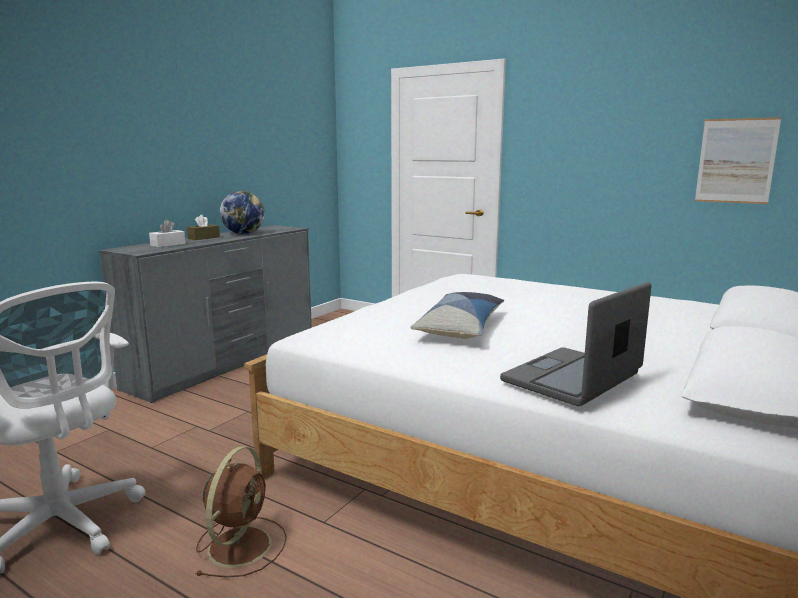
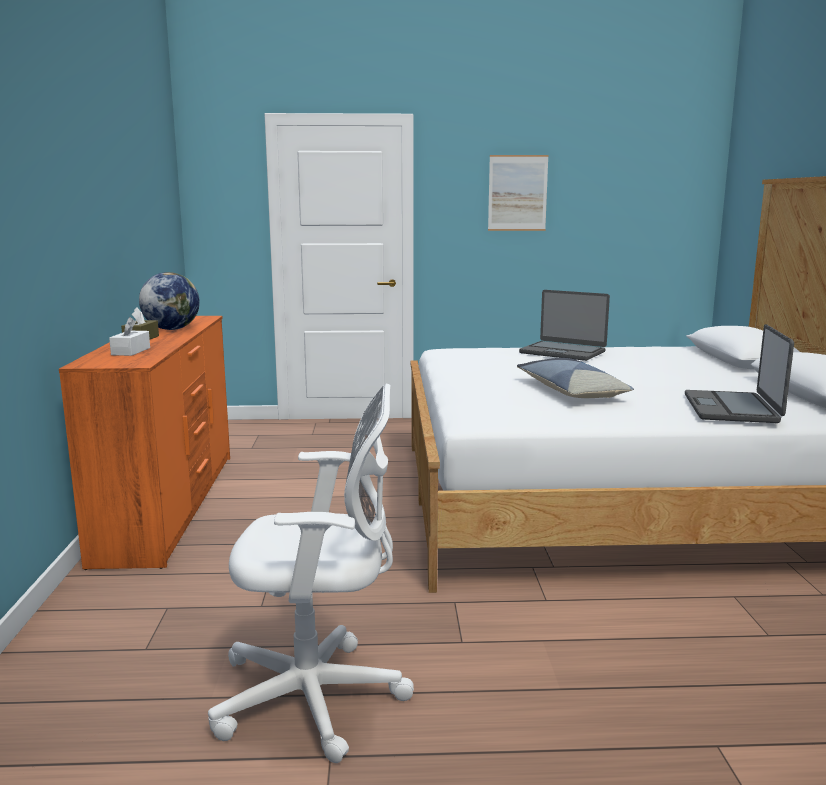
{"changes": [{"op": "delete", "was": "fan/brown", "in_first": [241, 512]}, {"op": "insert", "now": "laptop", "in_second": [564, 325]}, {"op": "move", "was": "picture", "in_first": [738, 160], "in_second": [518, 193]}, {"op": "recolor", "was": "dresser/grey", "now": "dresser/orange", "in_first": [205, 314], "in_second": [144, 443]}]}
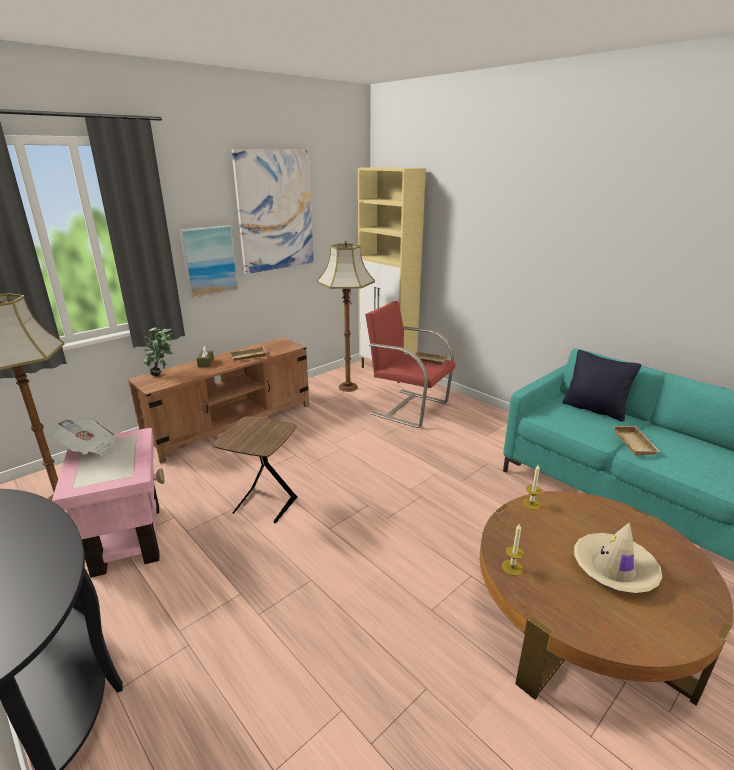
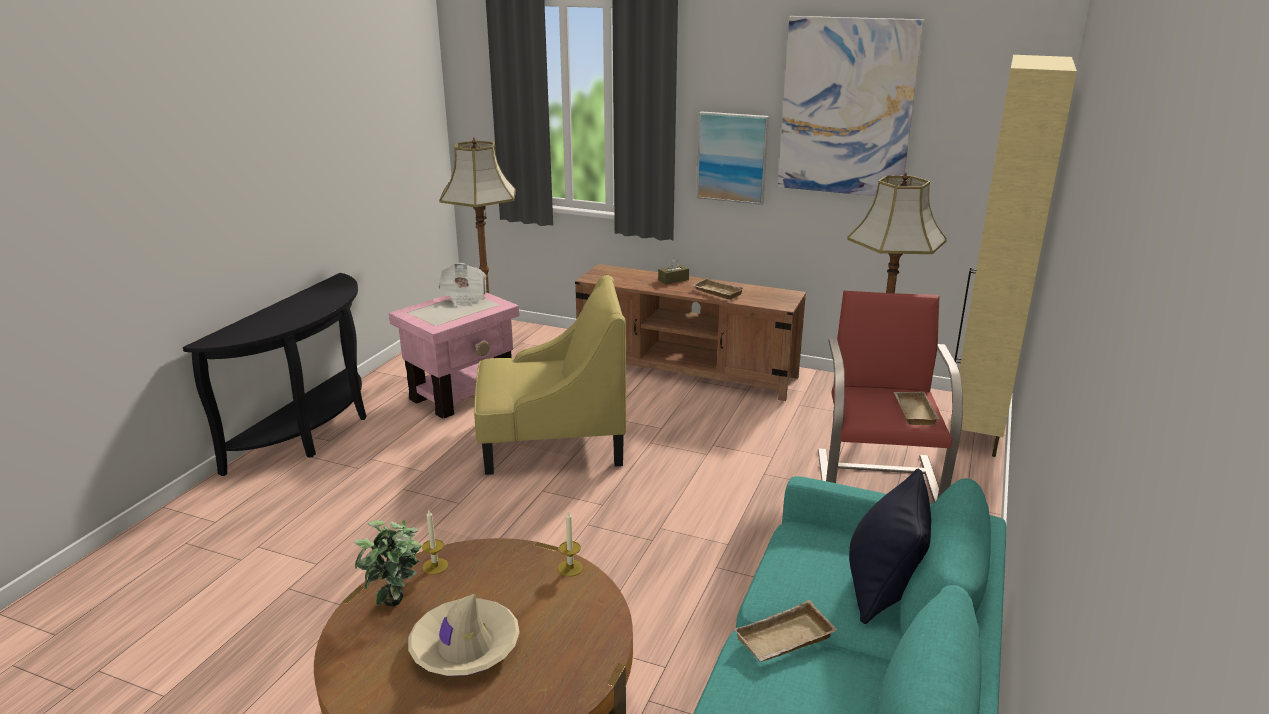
{"changes": [{"op": "move", "was": "potted plant", "in_first": [158, 351], "in_second": [387, 563]}, {"op": "replace", "was": "side table/brown", "now": "armchair/yellow", "in_first": [254, 469], "in_second": [550, 375]}]}
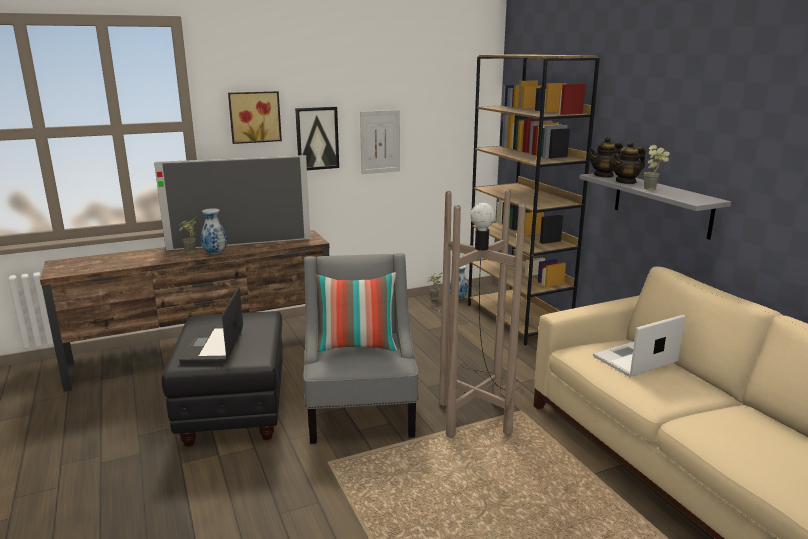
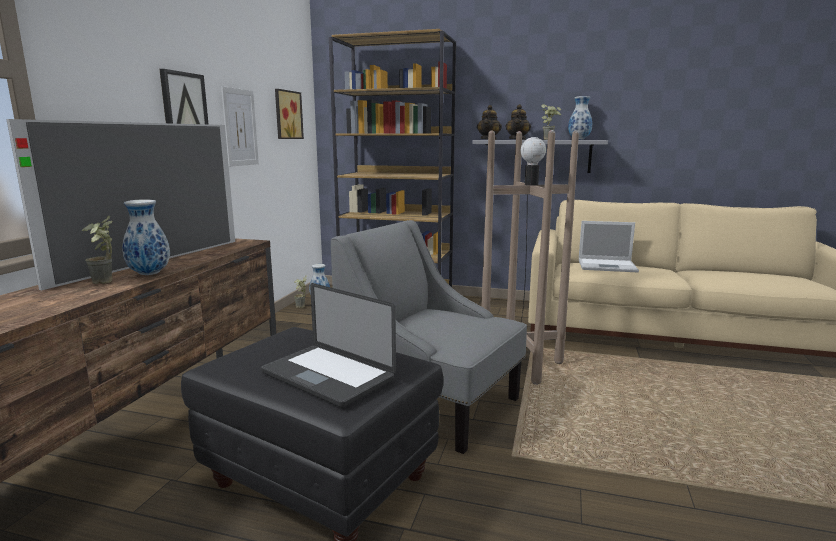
{"changes": [{"op": "delete", "was": "pillow", "in_first": [356, 312]}, {"op": "insert", "now": "vase", "in_second": [580, 118]}, {"op": "move", "was": "picture", "in_first": [255, 117], "in_second": [289, 114]}, {"op": "rotate", "was": "laptop", "in_first": [639, 346], "in_second": [609, 246], "clockwise": -90}]}
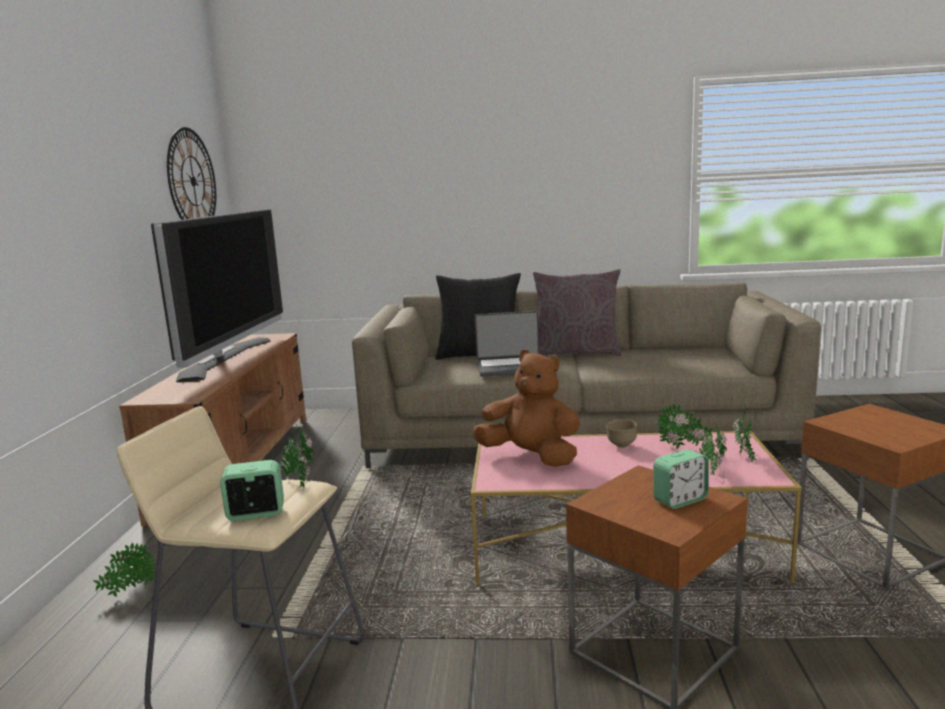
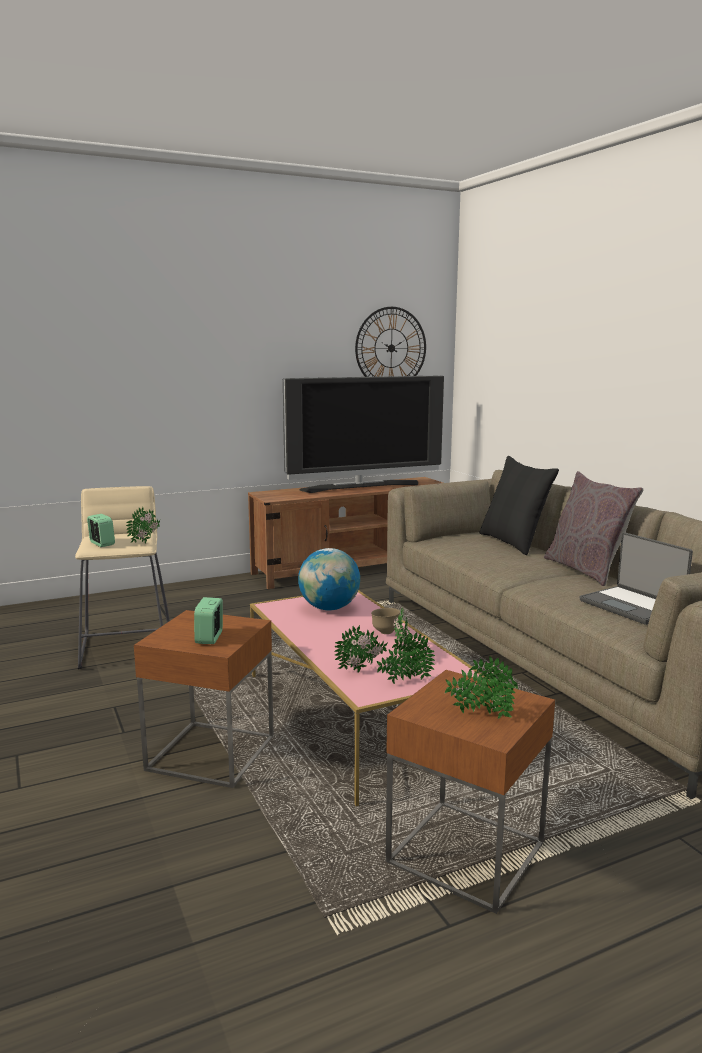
{"changes": [{"op": "move", "was": "potted plant", "in_first": [124, 570], "in_second": [481, 687]}, {"op": "move", "was": "laptop", "in_first": [507, 344], "in_second": [636, 578]}, {"op": "replace", "was": "plush toy/brown", "now": "globe", "in_first": [526, 408], "in_second": [329, 579]}, {"op": "rotate", "was": "alarm clock", "in_first": [681, 479], "in_second": [208, 620], "clockwise": 60}]}
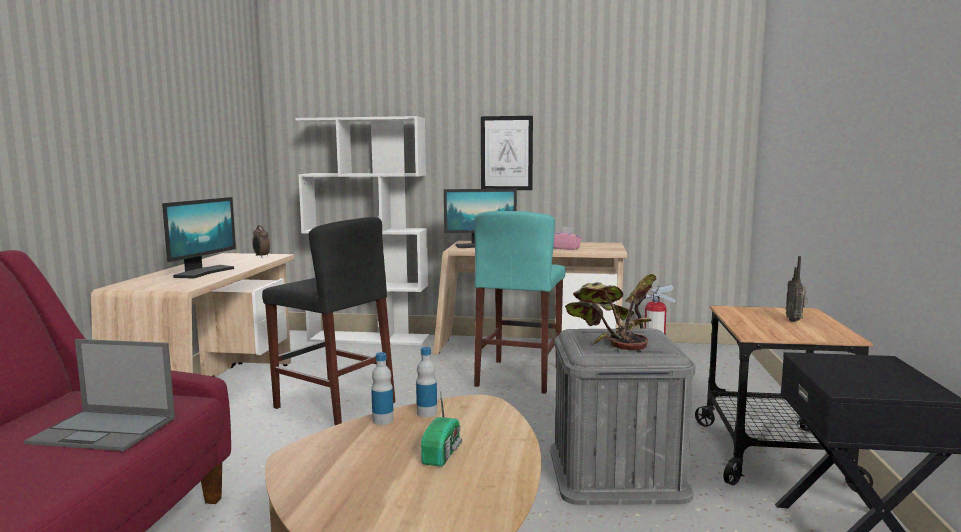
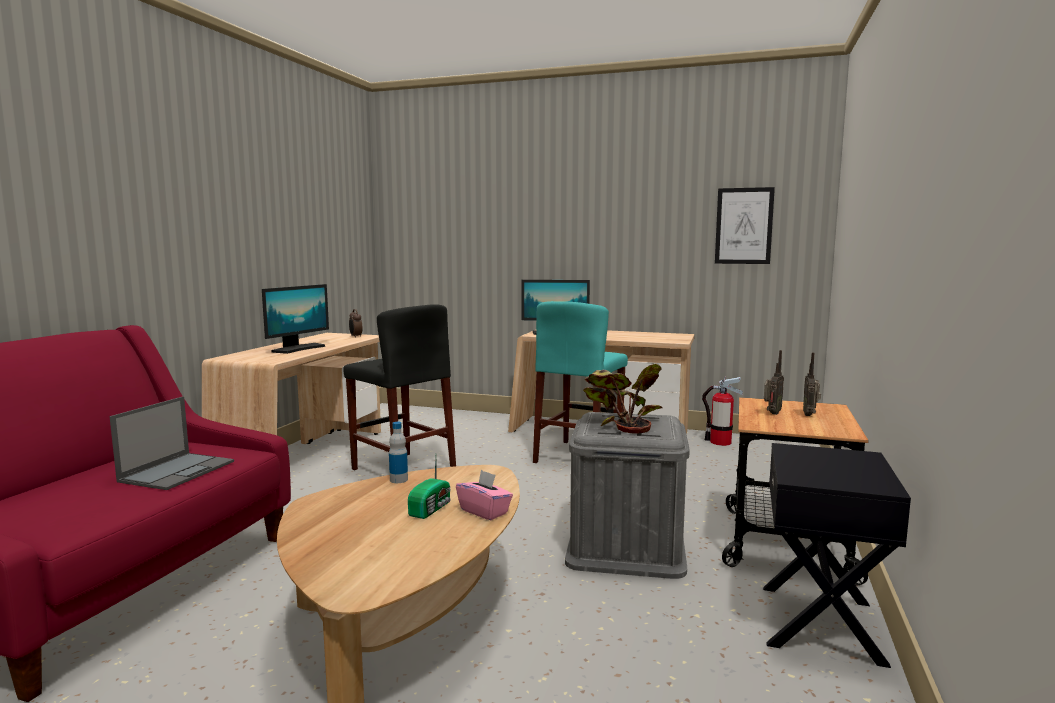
{"changes": [{"op": "delete", "was": "bookcase/white", "in_first": [362, 230]}, {"op": "delete", "was": "bottle", "in_first": [426, 382]}, {"op": "insert", "now": "radio", "in_second": [774, 382]}, {"op": "move", "was": "picture", "in_first": [507, 153], "in_second": [745, 225]}, {"op": "move", "was": "tissue box/pink", "in_first": [567, 238], "in_second": [484, 495]}, {"op": "rotate", "was": "laptop", "in_first": [99, 395], "in_second": [171, 443], "clockwise": -90}]}
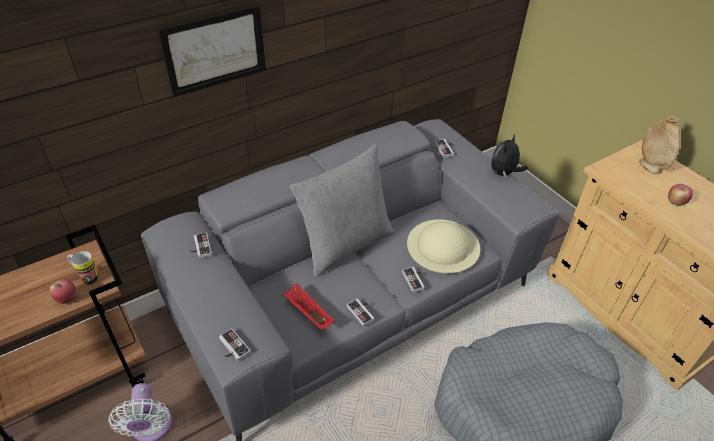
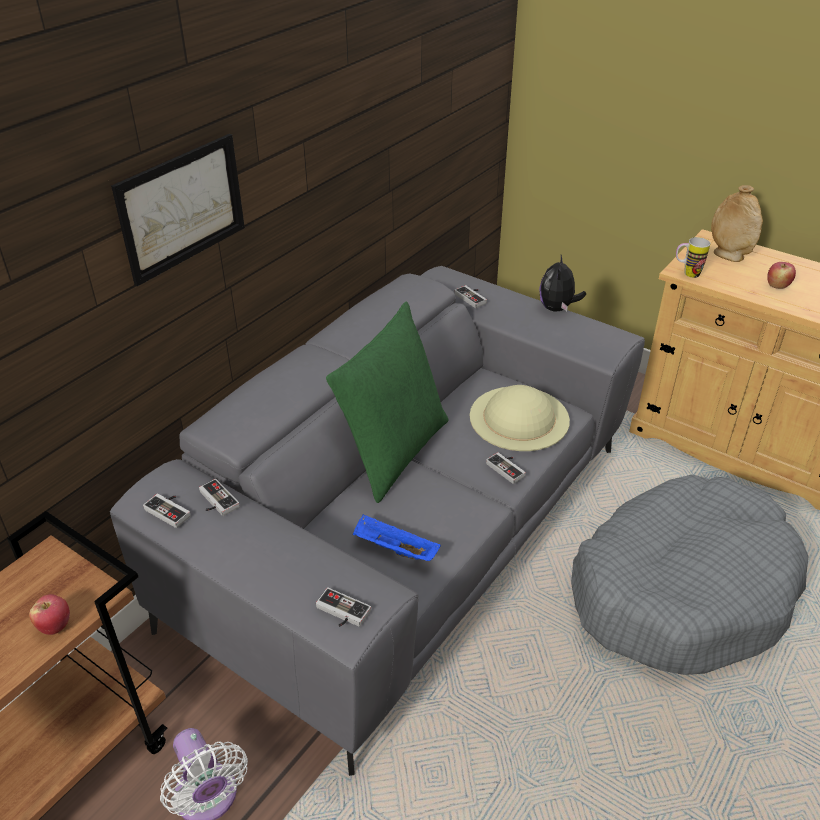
{"changes": [{"op": "move", "was": "mug", "in_first": [82, 268], "in_second": [693, 257]}, {"op": "move", "was": "game controller", "in_first": [360, 313], "in_second": [167, 511]}, {"op": "recolor", "was": "tray/red", "now": "tray/blue", "in_first": [309, 306], "in_second": [397, 537]}, {"op": "recolor", "was": "pillow/grey", "now": "pillow/green", "in_first": [342, 210], "in_second": [387, 402]}]}
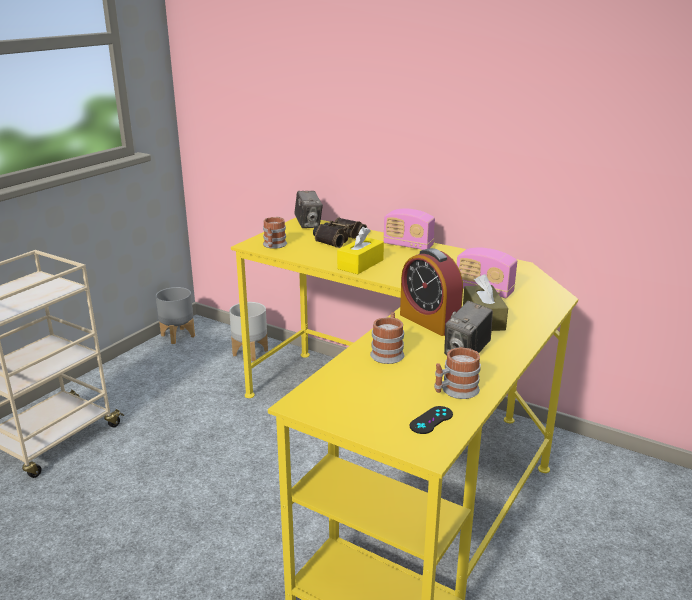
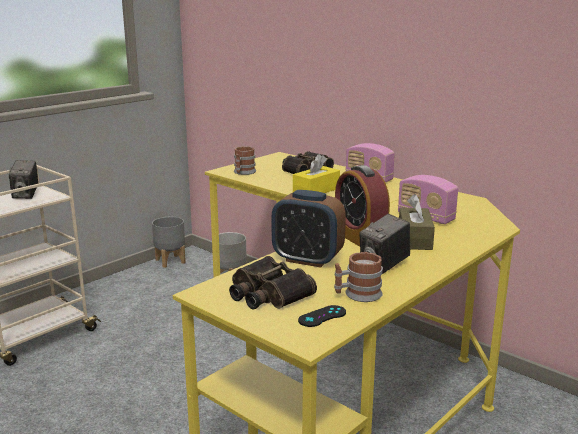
{"changes": [{"op": "insert", "now": "binoculars", "in_second": [273, 282]}, {"op": "move", "was": "photo camera", "in_first": [308, 209], "in_second": [23, 179]}, {"op": "replace", "was": "mug", "now": "alarm clock", "in_first": [387, 338], "in_second": [308, 229]}]}
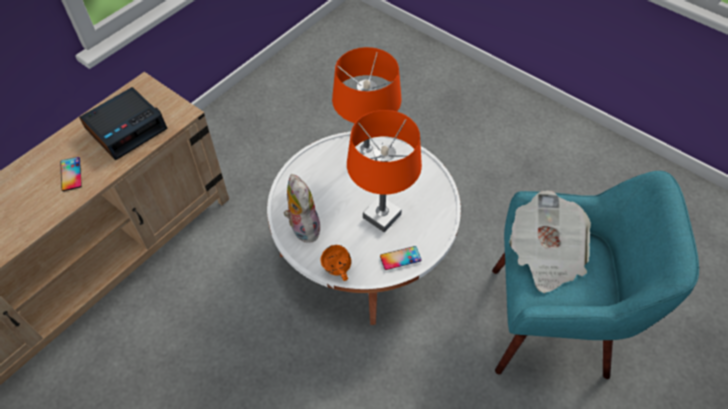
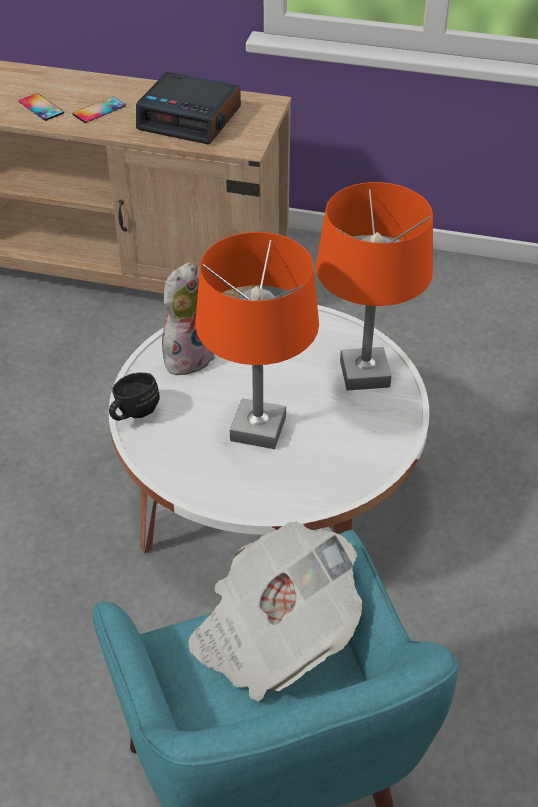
{"changes": [{"op": "move", "was": "phone", "in_first": [400, 258], "in_second": [41, 107]}, {"op": "recolor", "was": "mug/orange", "now": "mug/black", "in_first": [335, 263], "in_second": [134, 397]}]}
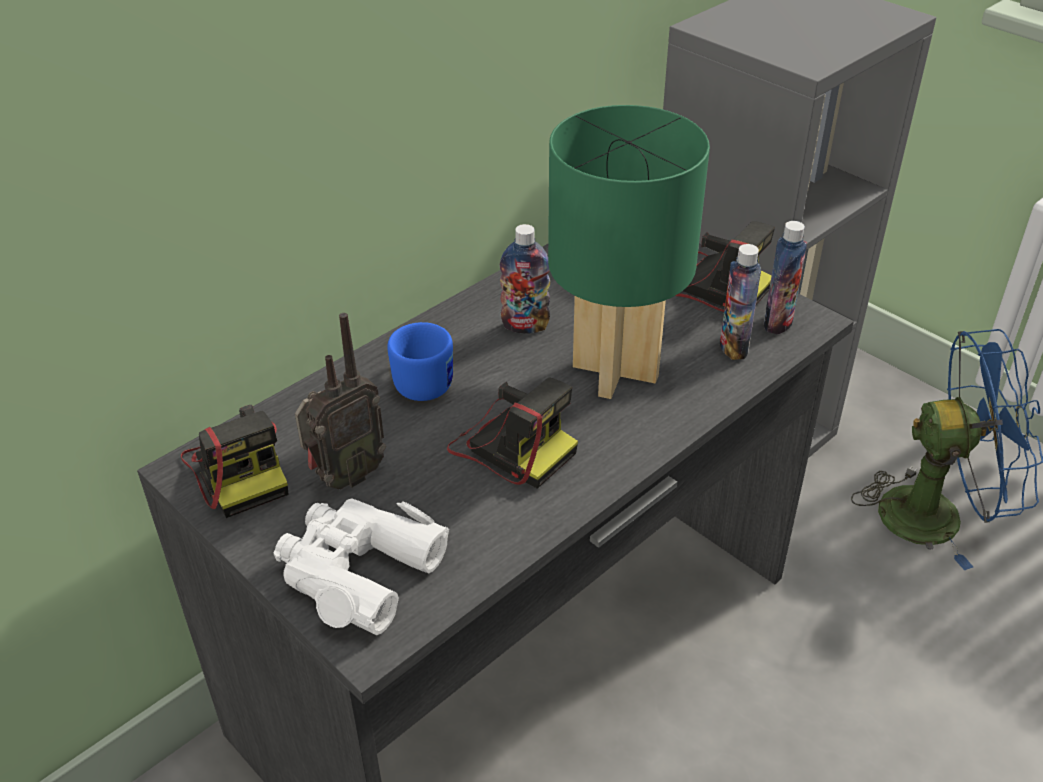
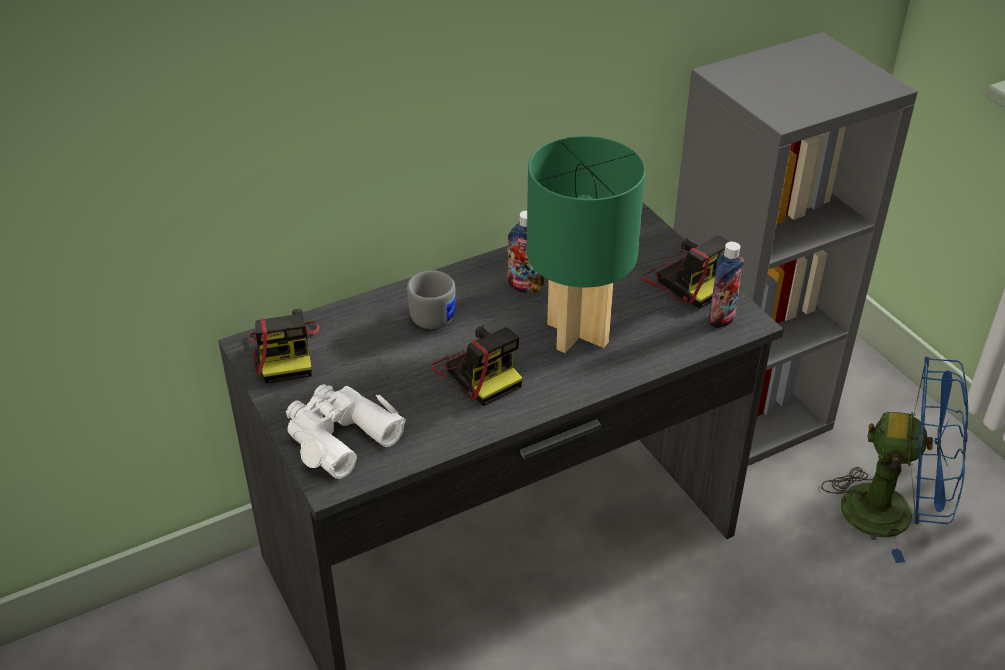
{"changes": [{"op": "delete", "was": "radio", "in_first": [340, 401]}, {"op": "delete", "was": "bottle", "in_first": [740, 302]}, {"op": "recolor", "was": "mug/blue", "now": "mug/grey", "in_first": [420, 361], "in_second": [431, 299]}]}
